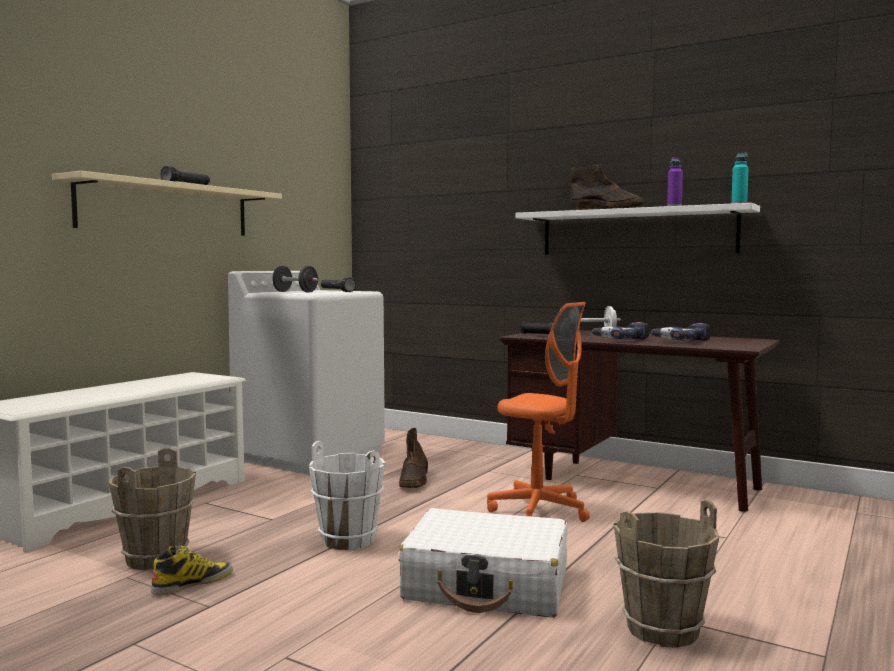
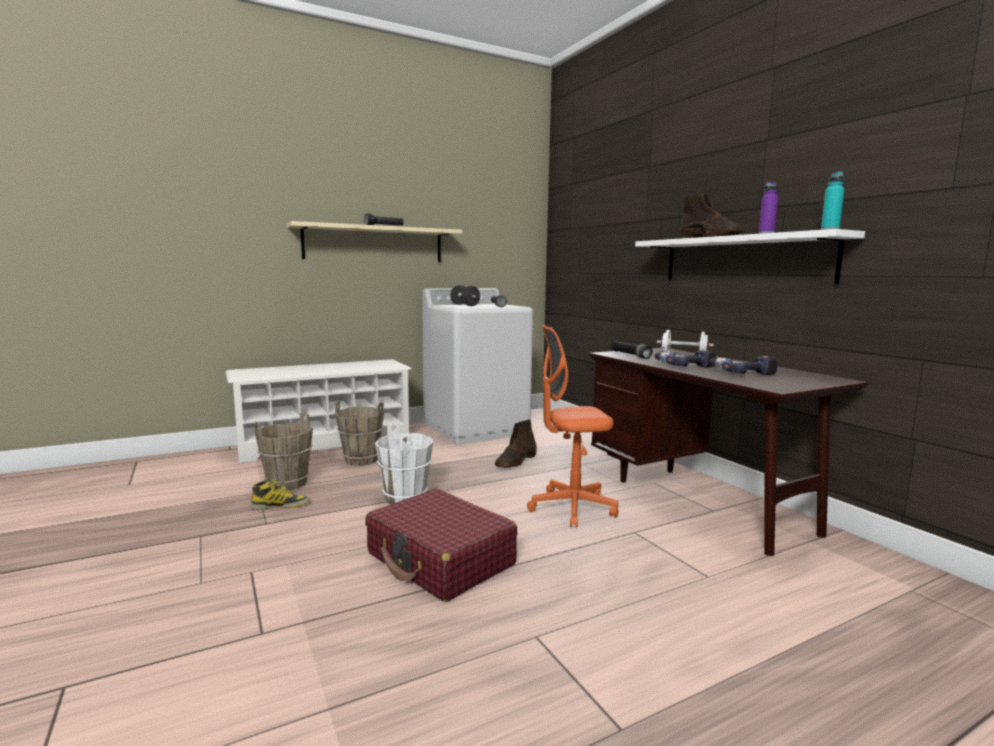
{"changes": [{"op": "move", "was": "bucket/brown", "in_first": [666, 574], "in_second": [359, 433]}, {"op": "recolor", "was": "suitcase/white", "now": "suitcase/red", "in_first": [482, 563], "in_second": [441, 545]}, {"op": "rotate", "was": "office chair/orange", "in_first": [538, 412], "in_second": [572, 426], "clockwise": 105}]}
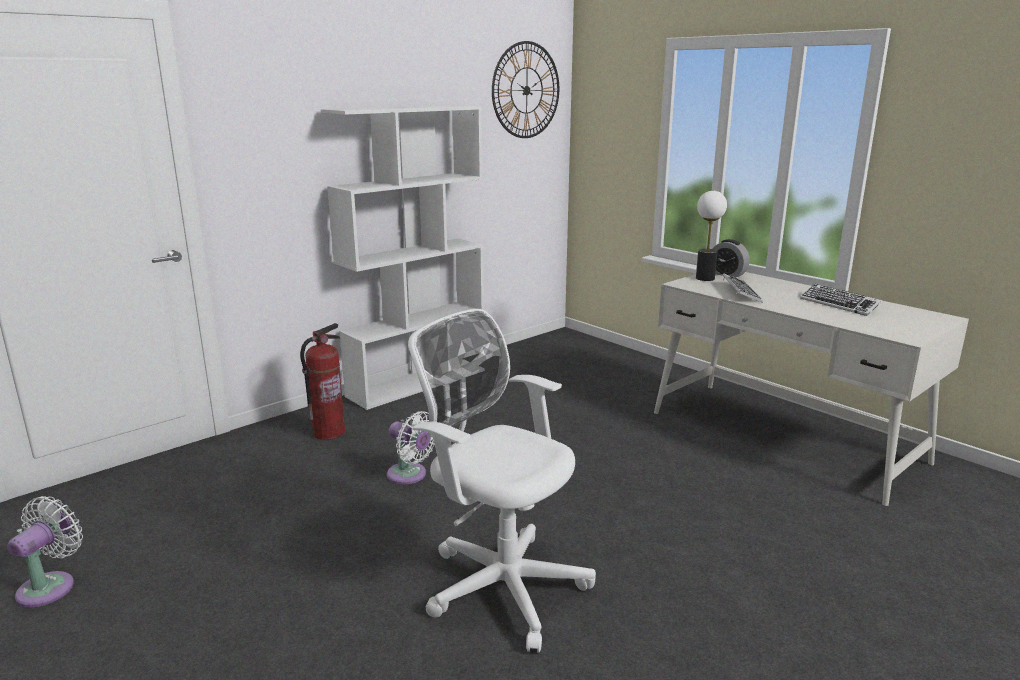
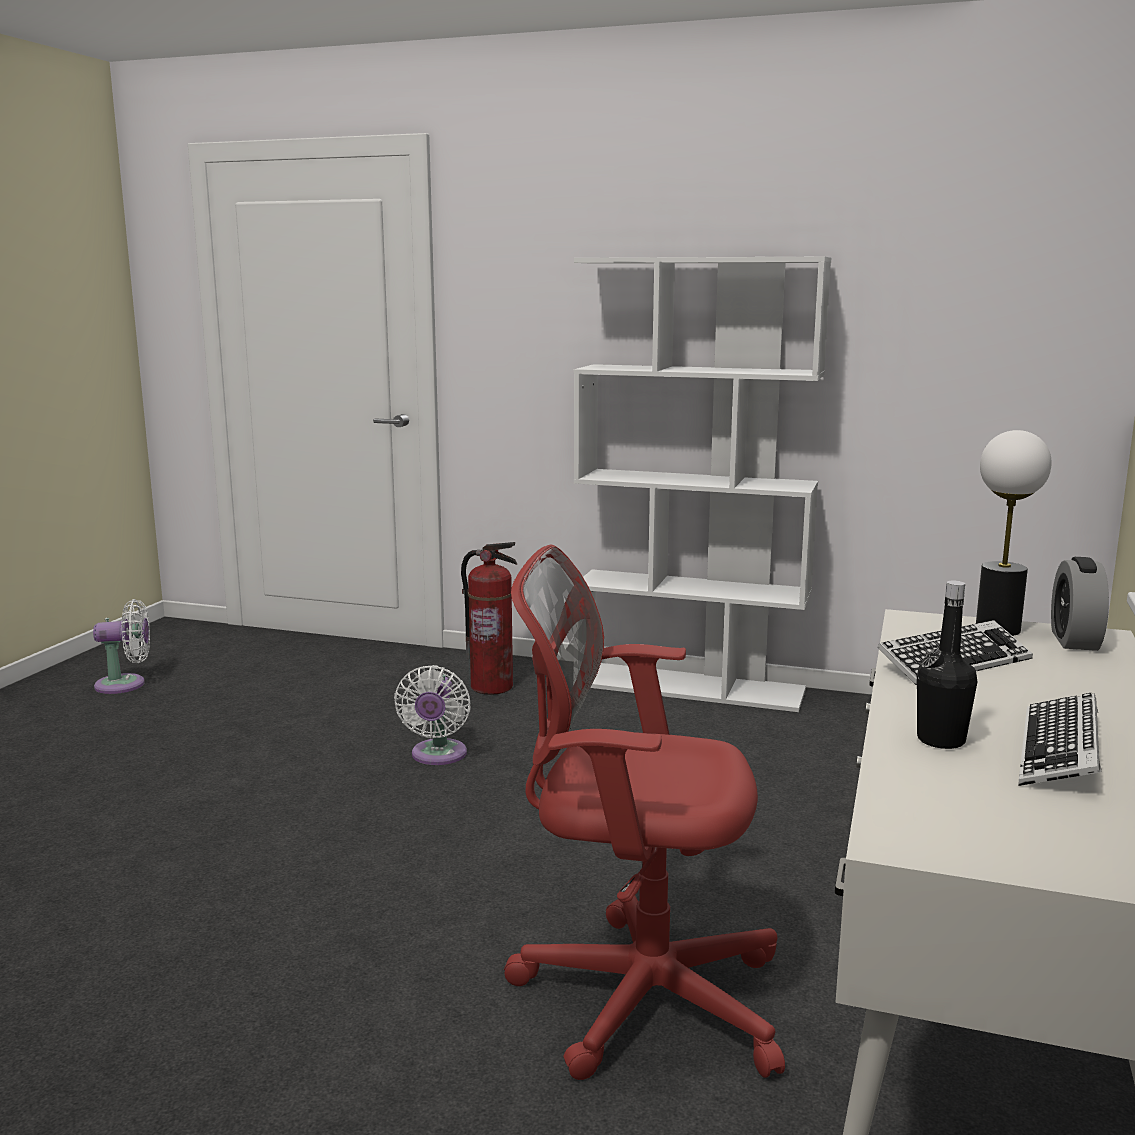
{"changes": [{"op": "delete", "was": "office chair/white", "in_first": [502, 481]}, {"op": "delete", "was": "wall clock", "in_first": [525, 89]}, {"op": "insert", "now": "office chair/red", "in_second": [644, 812]}, {"op": "insert", "now": "bottle/black", "in_second": [947, 665]}]}
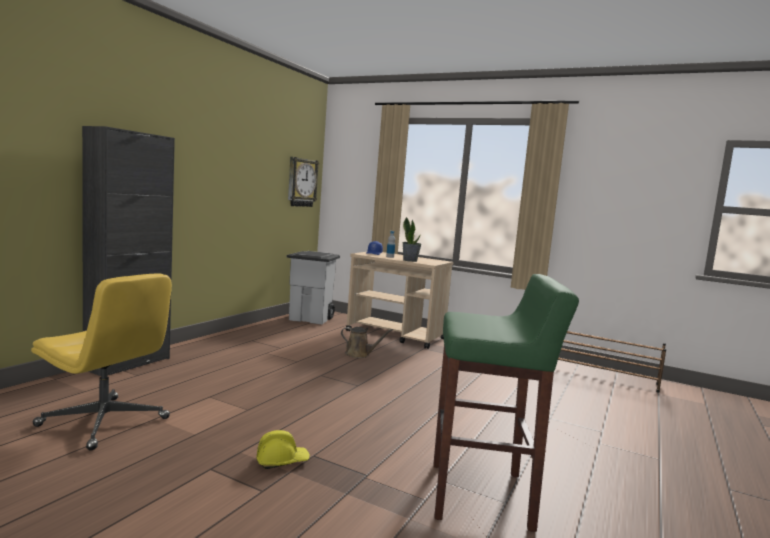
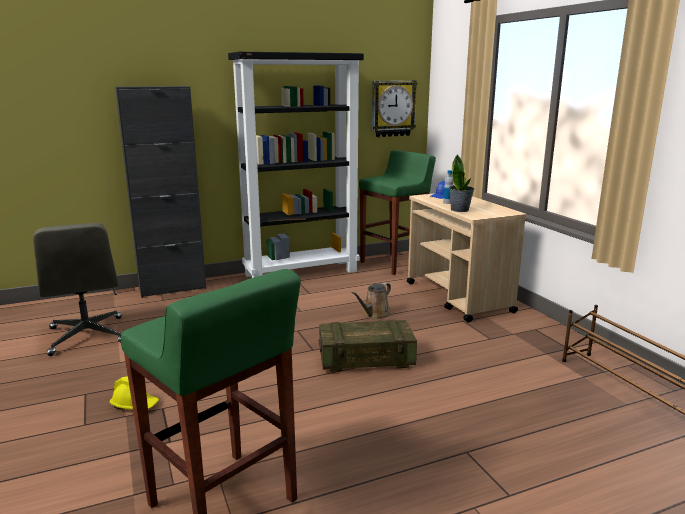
{"changes": [{"op": "insert", "now": "bookcase/black", "in_second": [296, 165]}, {"op": "insert", "now": "crate", "in_second": [368, 346]}, {"op": "replace", "was": "trash can/grey", "now": "stool/green", "in_first": [313, 287], "in_second": [397, 212]}, {"op": "recolor", "was": "office chair/yellow", "now": "office chair/grey", "in_first": [101, 361], "in_second": [77, 289]}, {"op": "rotate", "was": "watering can/brown", "in_first": [367, 342], "in_second": [371, 300], "clockwise": 75}]}
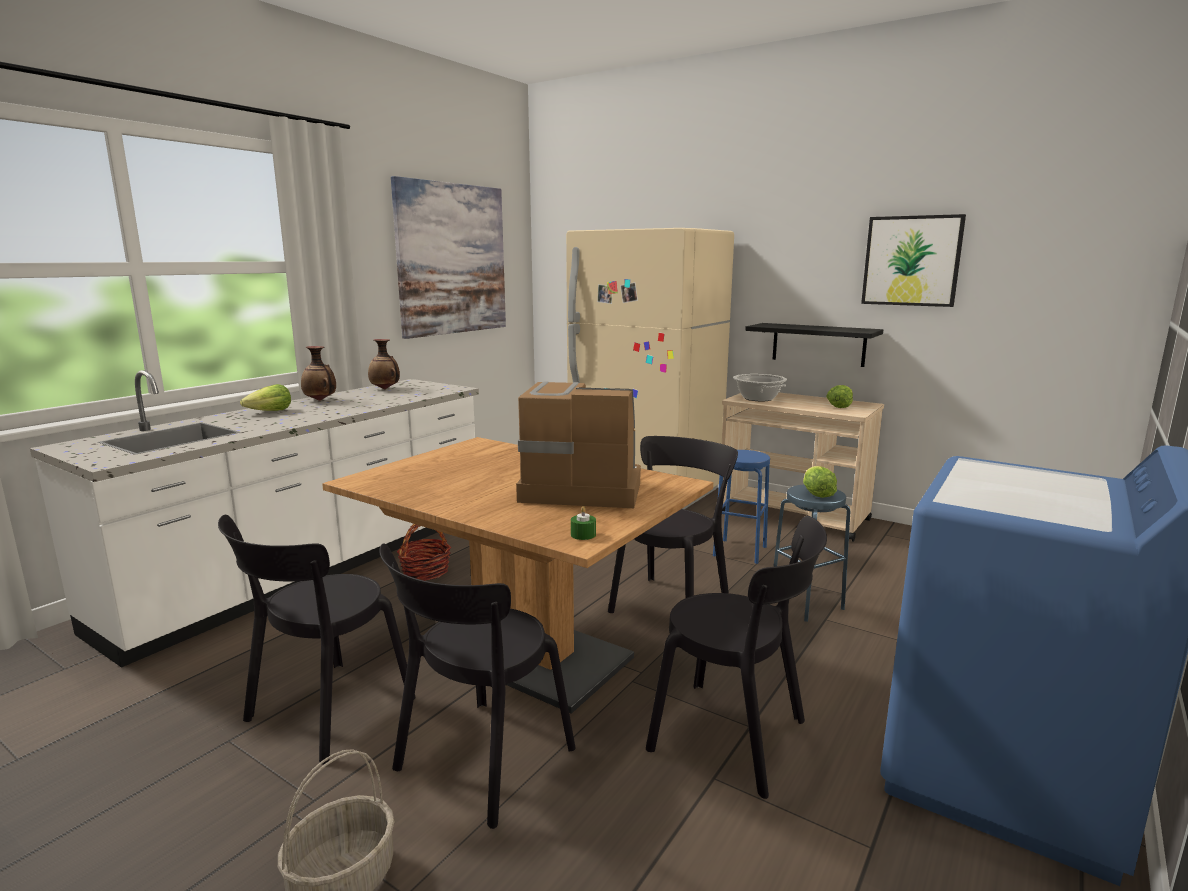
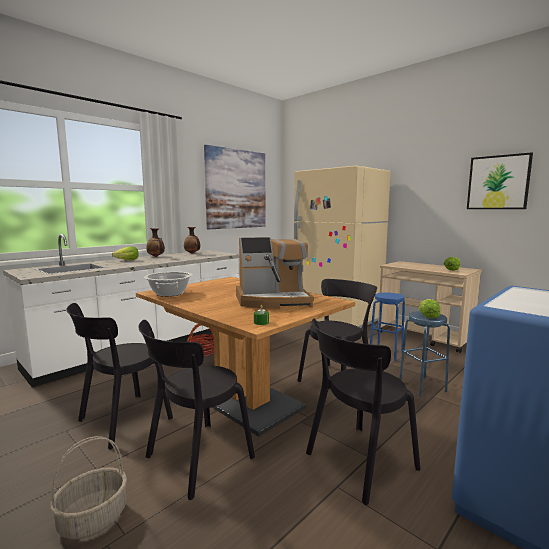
{"changes": [{"op": "delete", "was": "shelf/black", "in_first": [814, 345]}, {"op": "move", "was": "cooking pot", "in_first": [760, 387], "in_second": [168, 284]}, {"op": "rotate", "was": "coffee machine", "in_first": [578, 444], "in_second": [275, 273], "clockwise": 150}, {"op": "rotate", "was": "chair/black", "in_first": [736, 657], "in_second": [363, 411], "clockwise": 105}]}
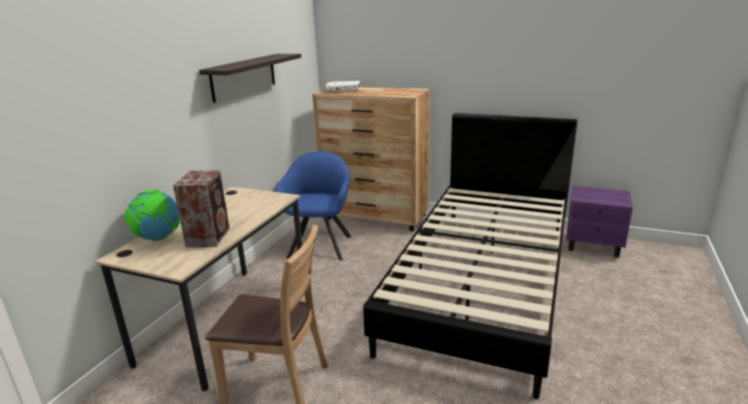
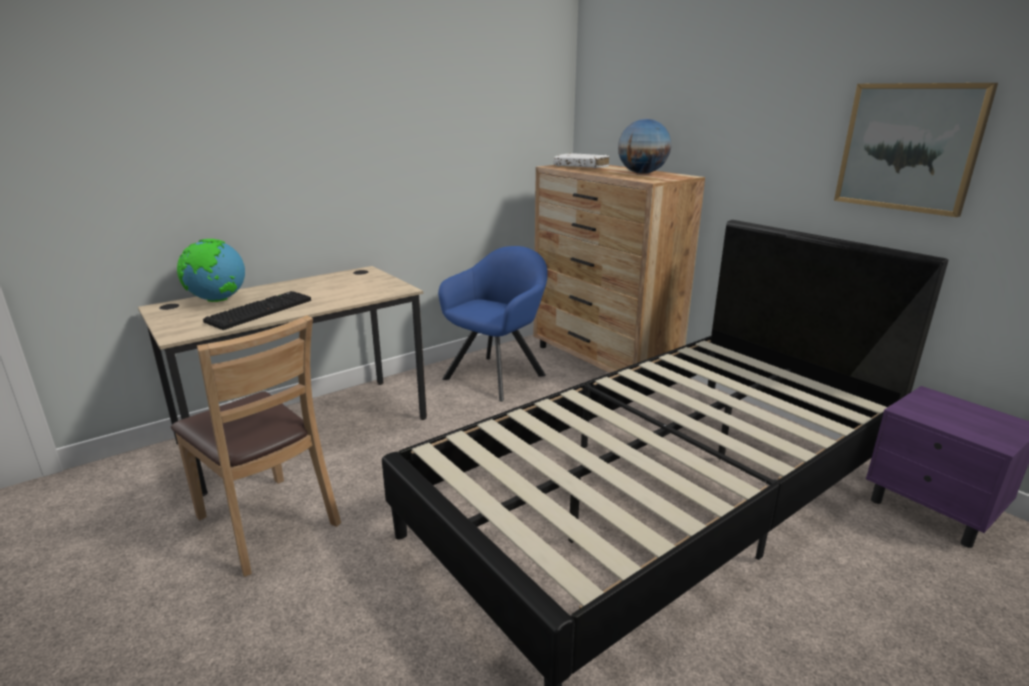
{"changes": [{"op": "delete", "was": "shelf", "in_first": [250, 78]}, {"op": "insert", "now": "globe", "in_second": [644, 146]}, {"op": "insert", "now": "picture", "in_second": [916, 150]}, {"op": "replace", "was": "speaker", "now": "keyboard", "in_first": [201, 208], "in_second": [257, 310]}]}
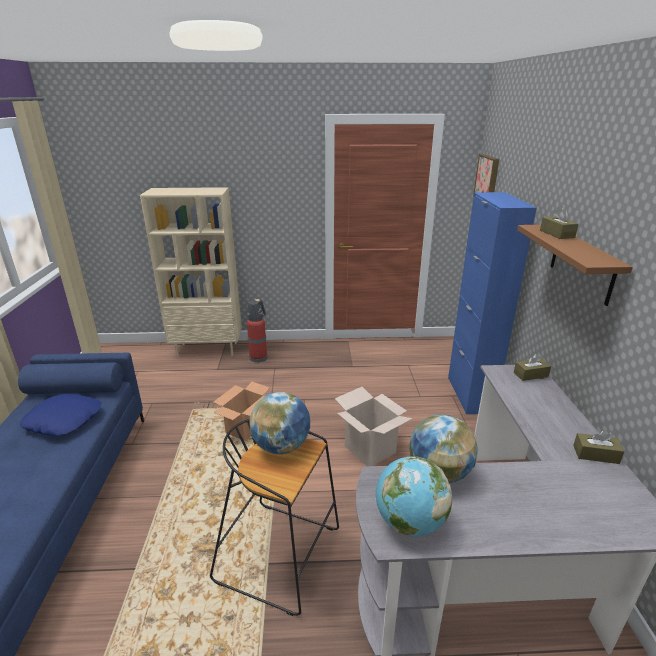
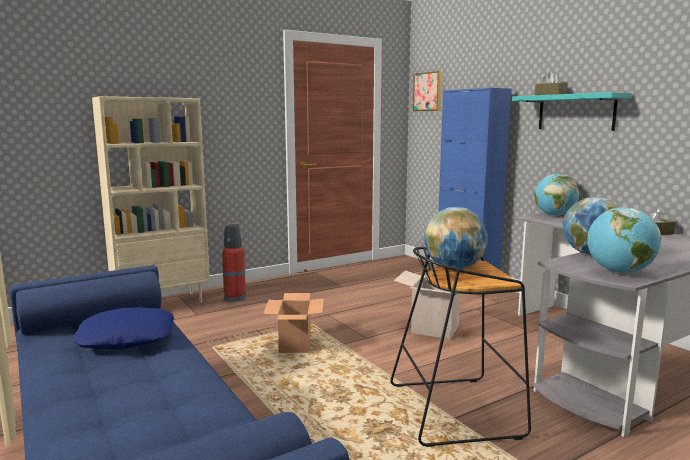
{"changes": [{"op": "replace", "was": "tissue box/brown", "now": "globe", "in_first": [532, 367], "in_second": [556, 195]}, {"op": "recolor", "was": "shelf/brown", "now": "shelf/turquoise", "in_first": [575, 265], "in_second": [572, 111]}]}
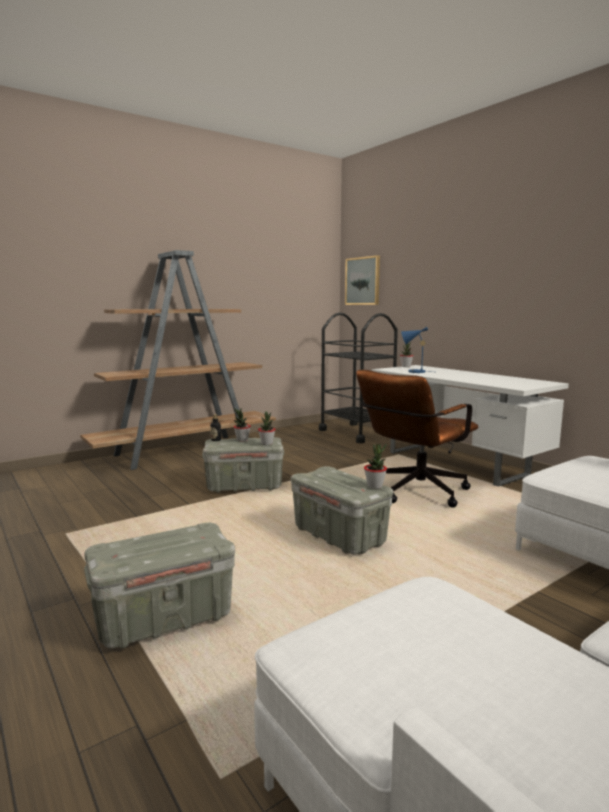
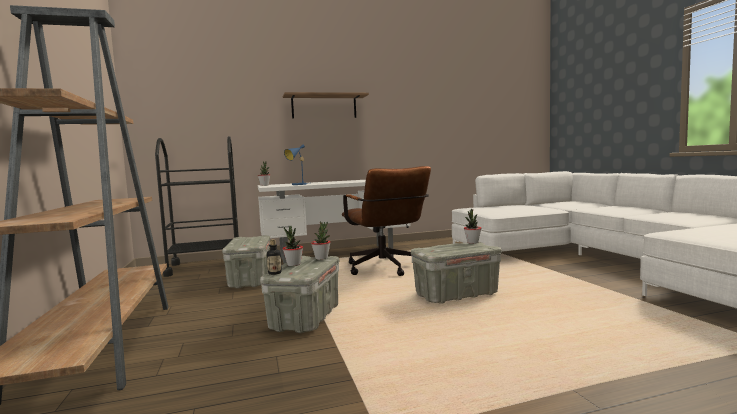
{"changes": [{"op": "delete", "was": "picture", "in_first": [362, 280]}, {"op": "insert", "now": "shelf", "in_second": [326, 105]}, {"op": "move", "was": "storage box/grey", "in_first": [159, 586], "in_second": [246, 262]}]}
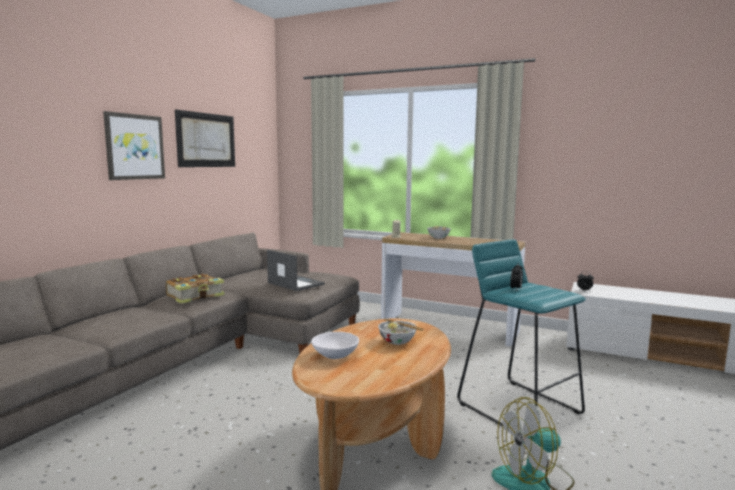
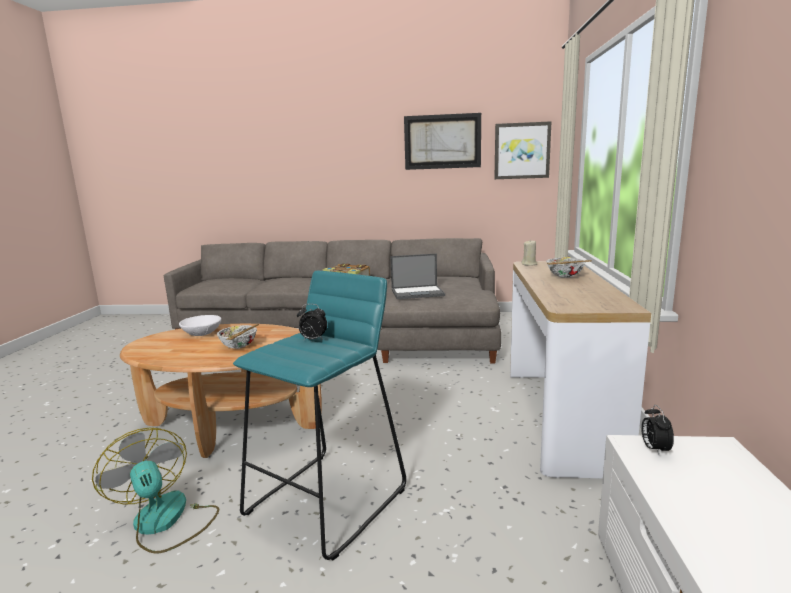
{"changes": [{"op": "move", "was": "picture", "in_first": [134, 145], "in_second": [522, 150]}, {"op": "rotate", "was": "laptop", "in_first": [296, 270], "in_second": [417, 276], "clockwise": 60}]}
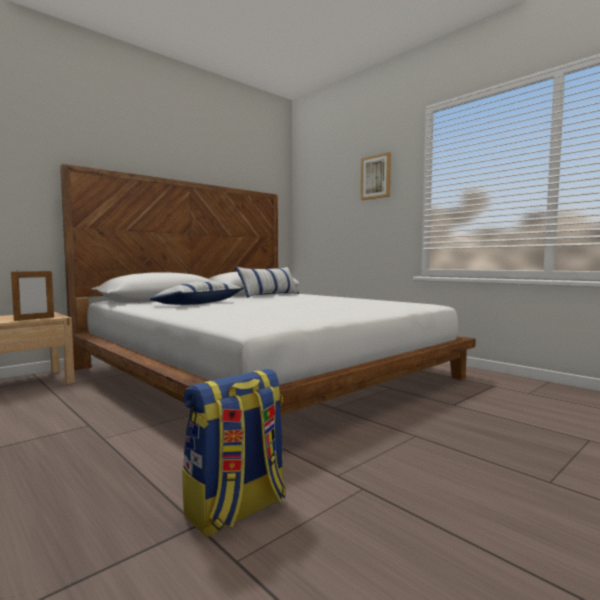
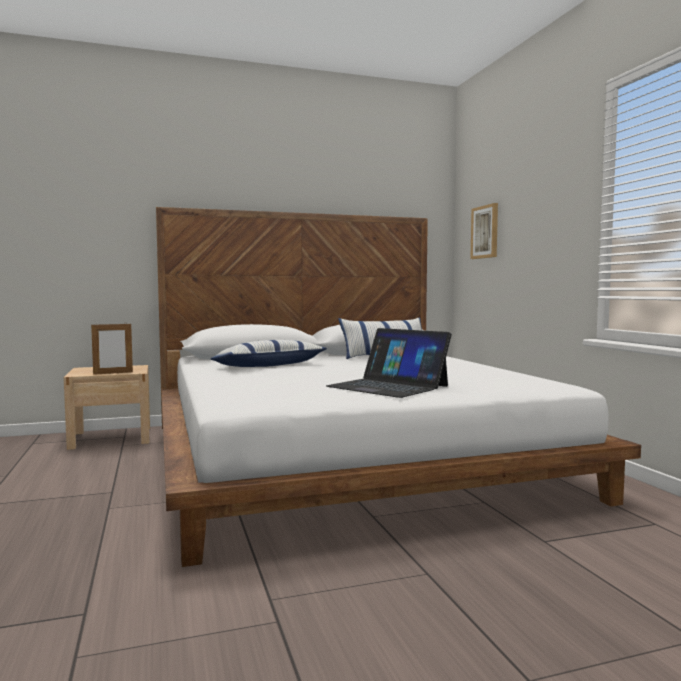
{"changes": [{"op": "delete", "was": "backpack", "in_first": [234, 453]}, {"op": "insert", "now": "laptop", "in_second": [389, 363]}, {"op": "move", "was": "picture", "in_first": [376, 176], "in_second": [484, 231]}]}
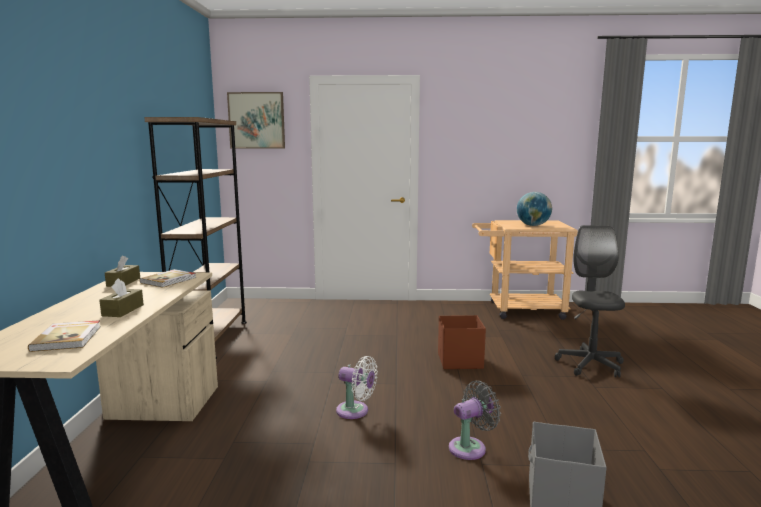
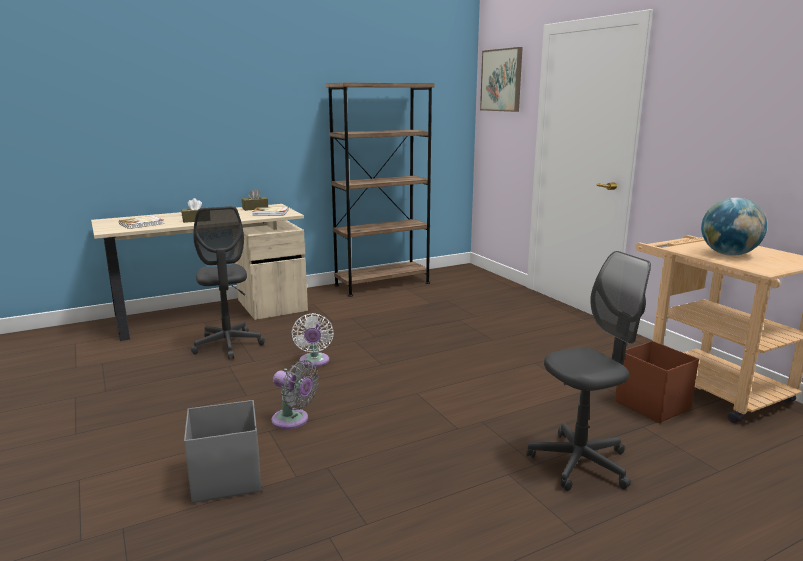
{"changes": [{"op": "insert", "now": "office chair/grey", "in_second": [228, 282]}, {"op": "move", "was": "storage box/brown", "in_first": [462, 342], "in_second": [657, 382]}]}
